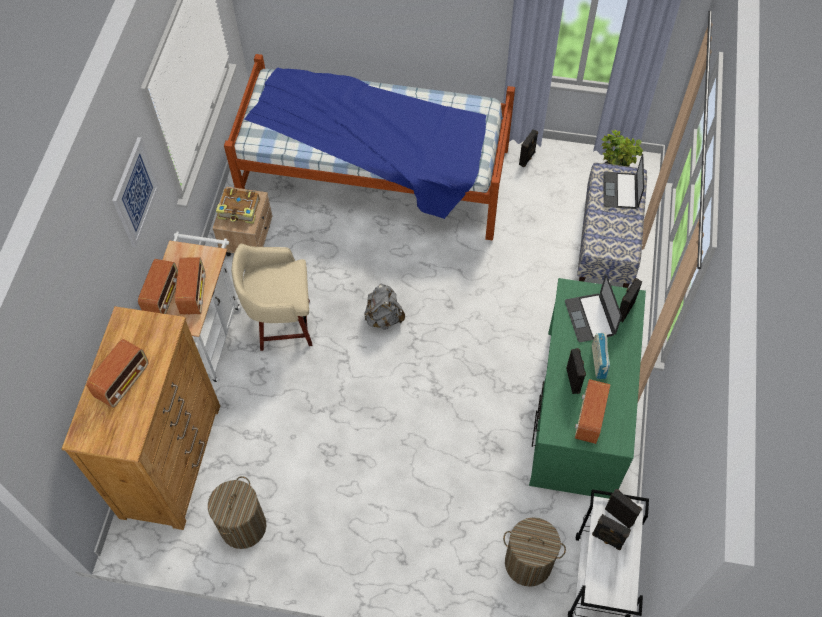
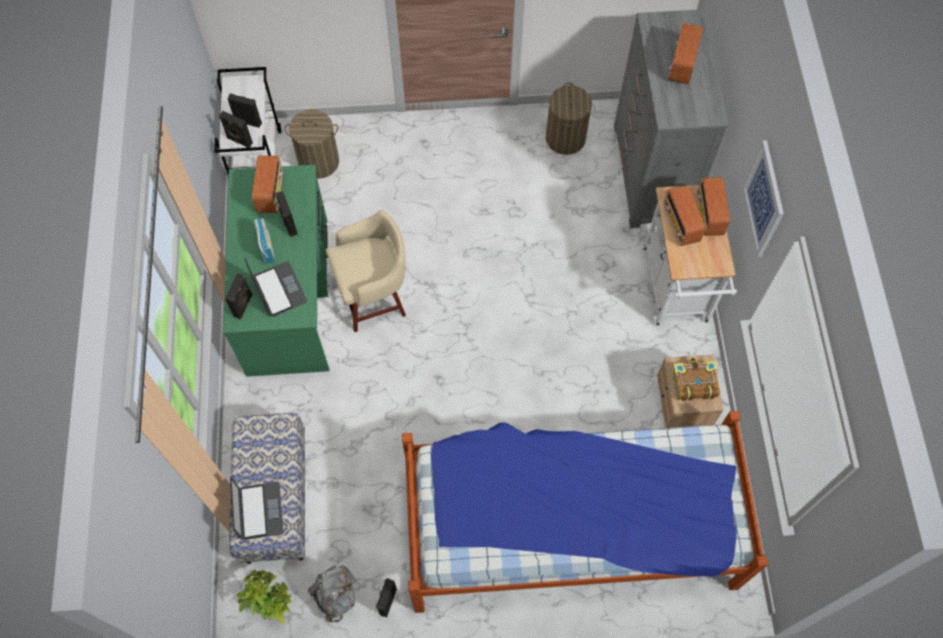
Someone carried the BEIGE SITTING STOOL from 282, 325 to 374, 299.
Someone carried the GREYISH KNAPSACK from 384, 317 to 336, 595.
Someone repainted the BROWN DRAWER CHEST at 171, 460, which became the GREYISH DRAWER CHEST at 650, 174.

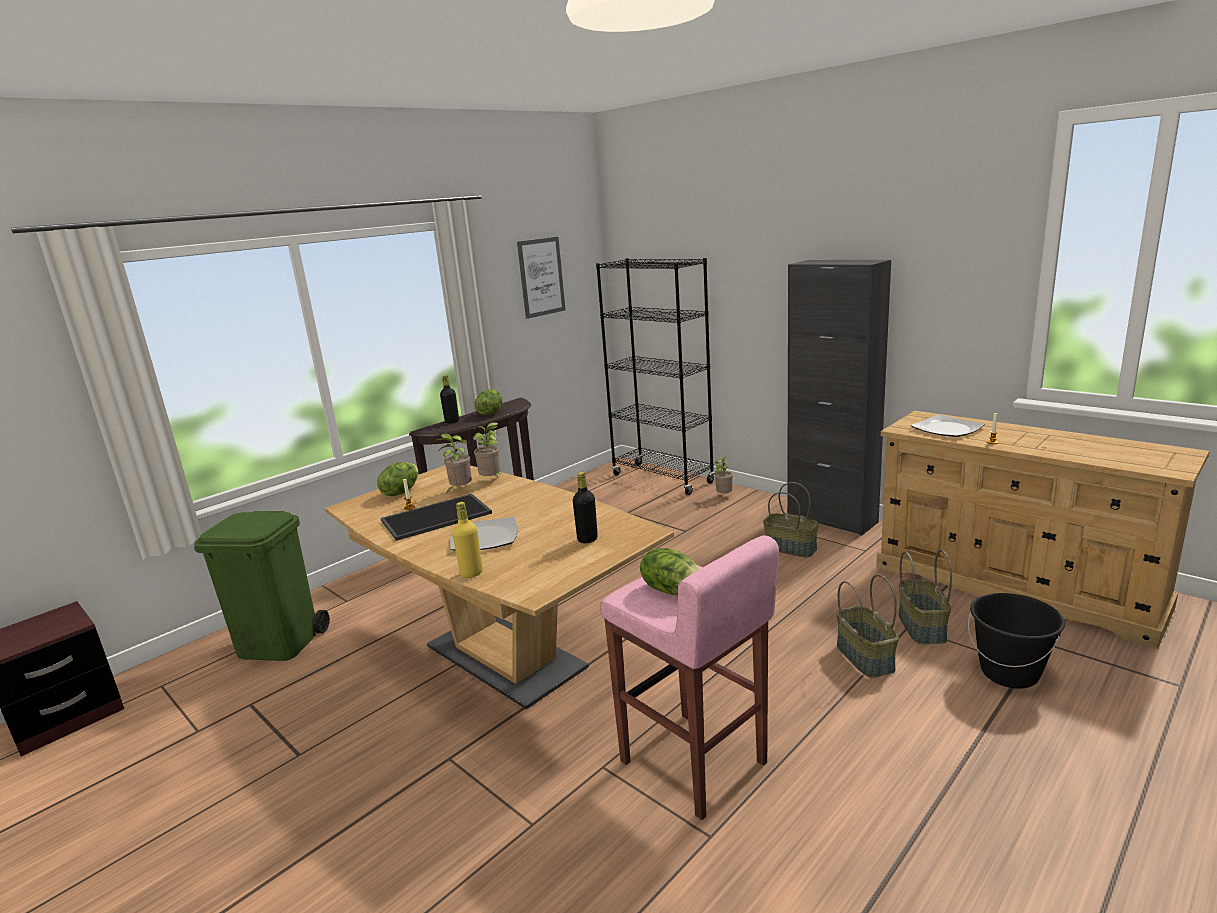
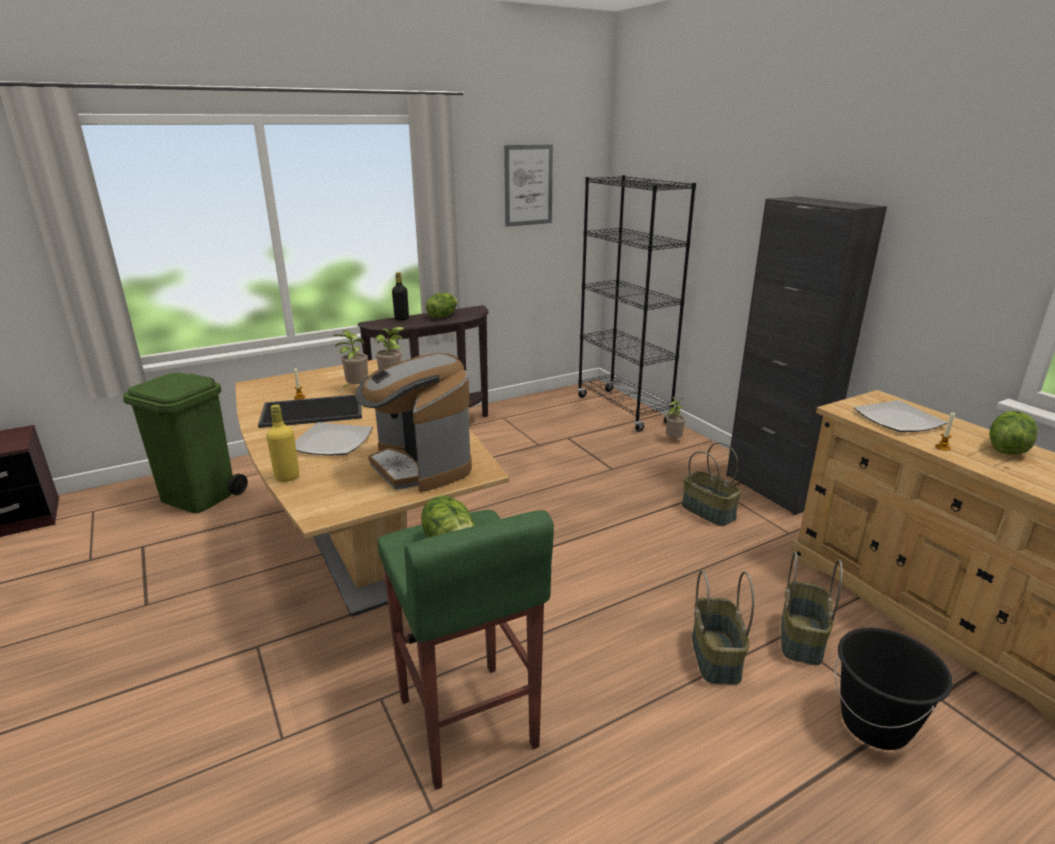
Someone carried the LETTUCE HEAD from 401, 491 to 1006, 448.
Someone swapped the BLACK BEVERAGE BOTTLE at 587, 539 for the COFFEE MAKER at 420, 466.
Someone repainted the PINK-COLOURED SITTING STOOL at 693, 764, which became the GREEN-COLOURED SITTING STOOL at 466, 724.

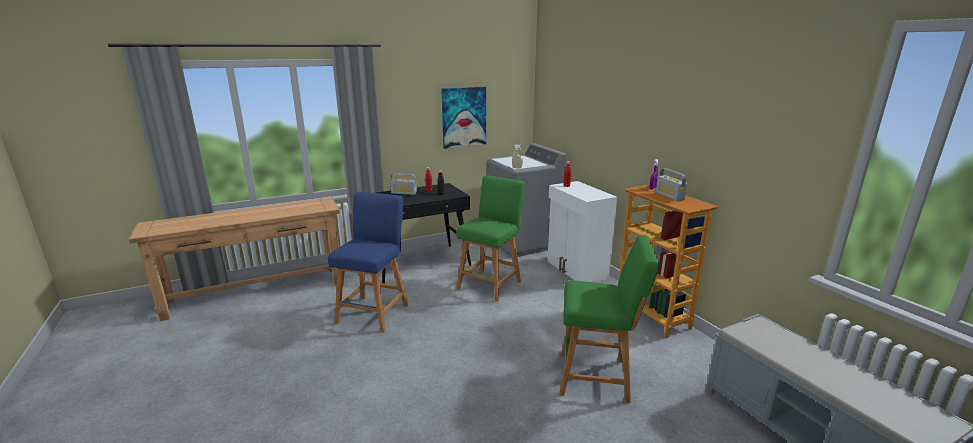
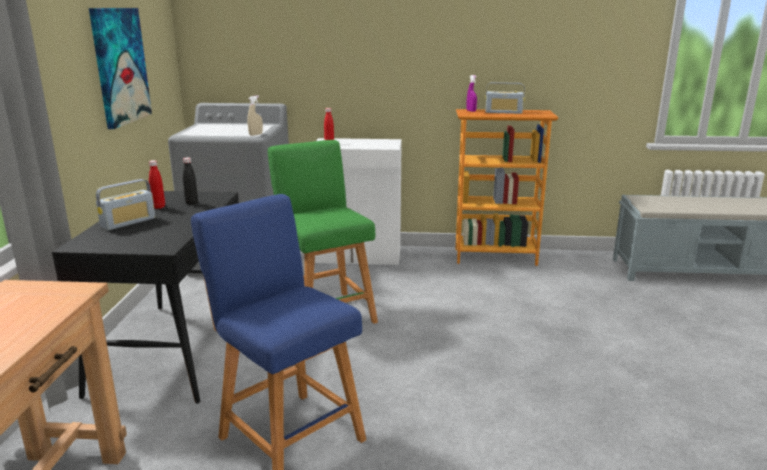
Someone took away the GREEN-COLOURED SITTING STOOL at 598, 377.

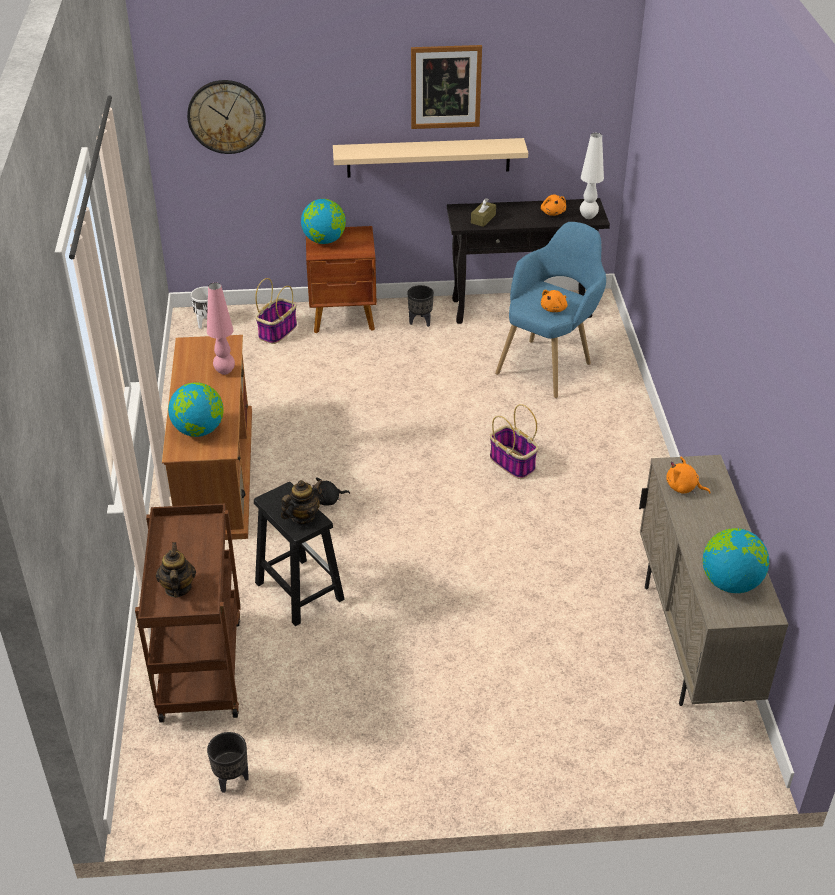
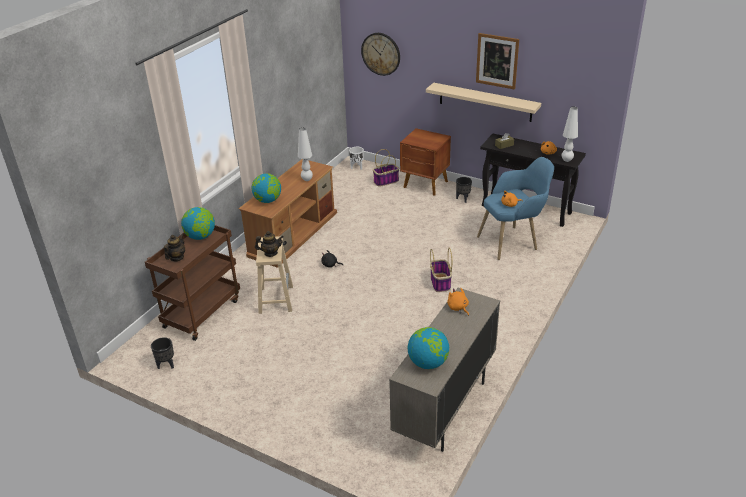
Someone carried the DESK GLOBE from 324, 240 to 200, 237.
Someone repainted the PINK-COLOURED TABLETOP LAMP at 224, 371, which became the WHITE TABLETOP LAMP at 307, 179.
Someone repainted the BLACK SITTING STOOL at 298, 590, which became the BEIGE SITTING STOOL at 276, 299.

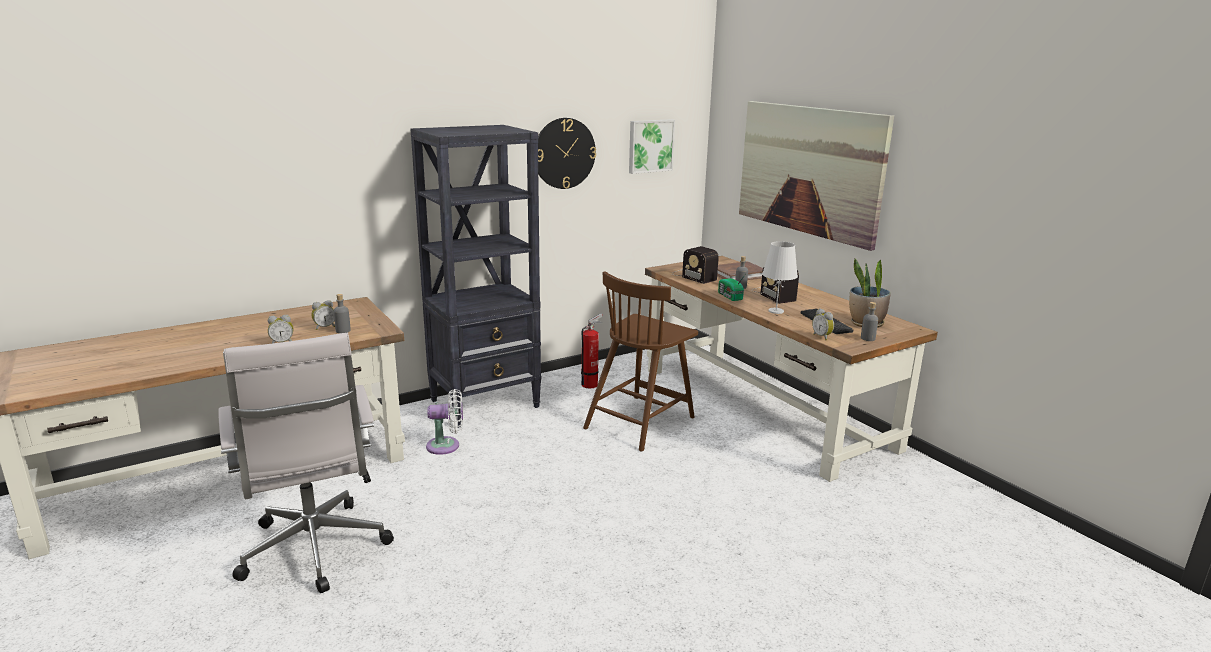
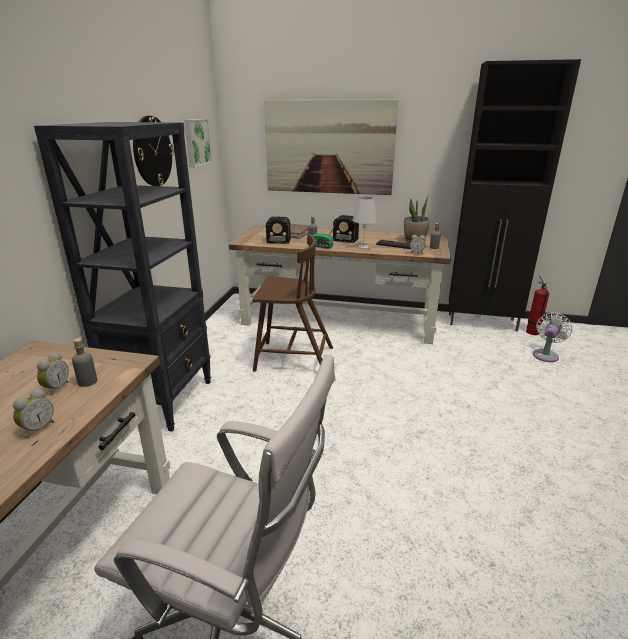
Someone put down the BLACK STORAGE CABINET at 483, 322.
Someone carried the WHITE ELECTRIC FAN from 447, 446 to 546, 355.
Someone carried the EXTINGUISHER from 591, 384 to 532, 331.
Someone rotated the BROWN CHAIR at 640, 422 by 75 degrees counterclockwise.

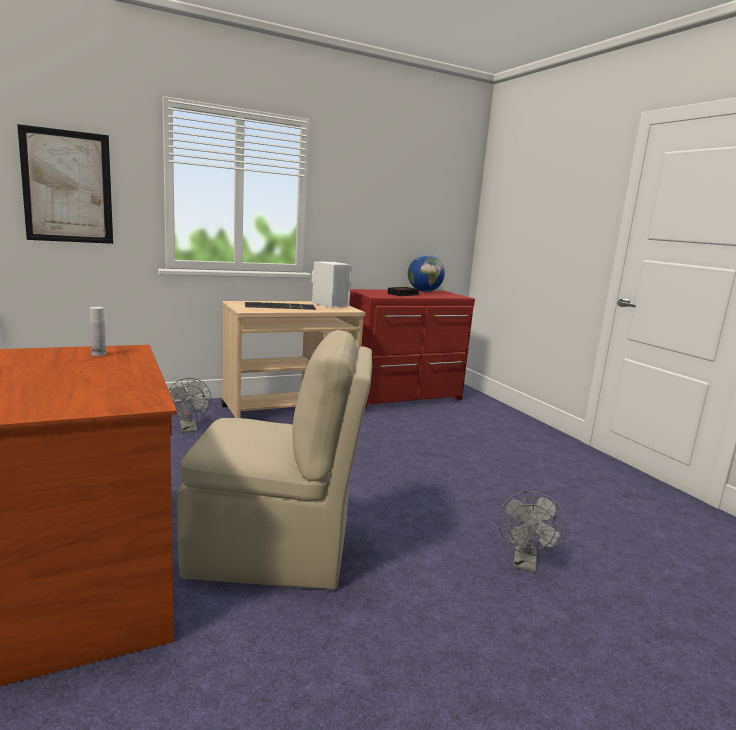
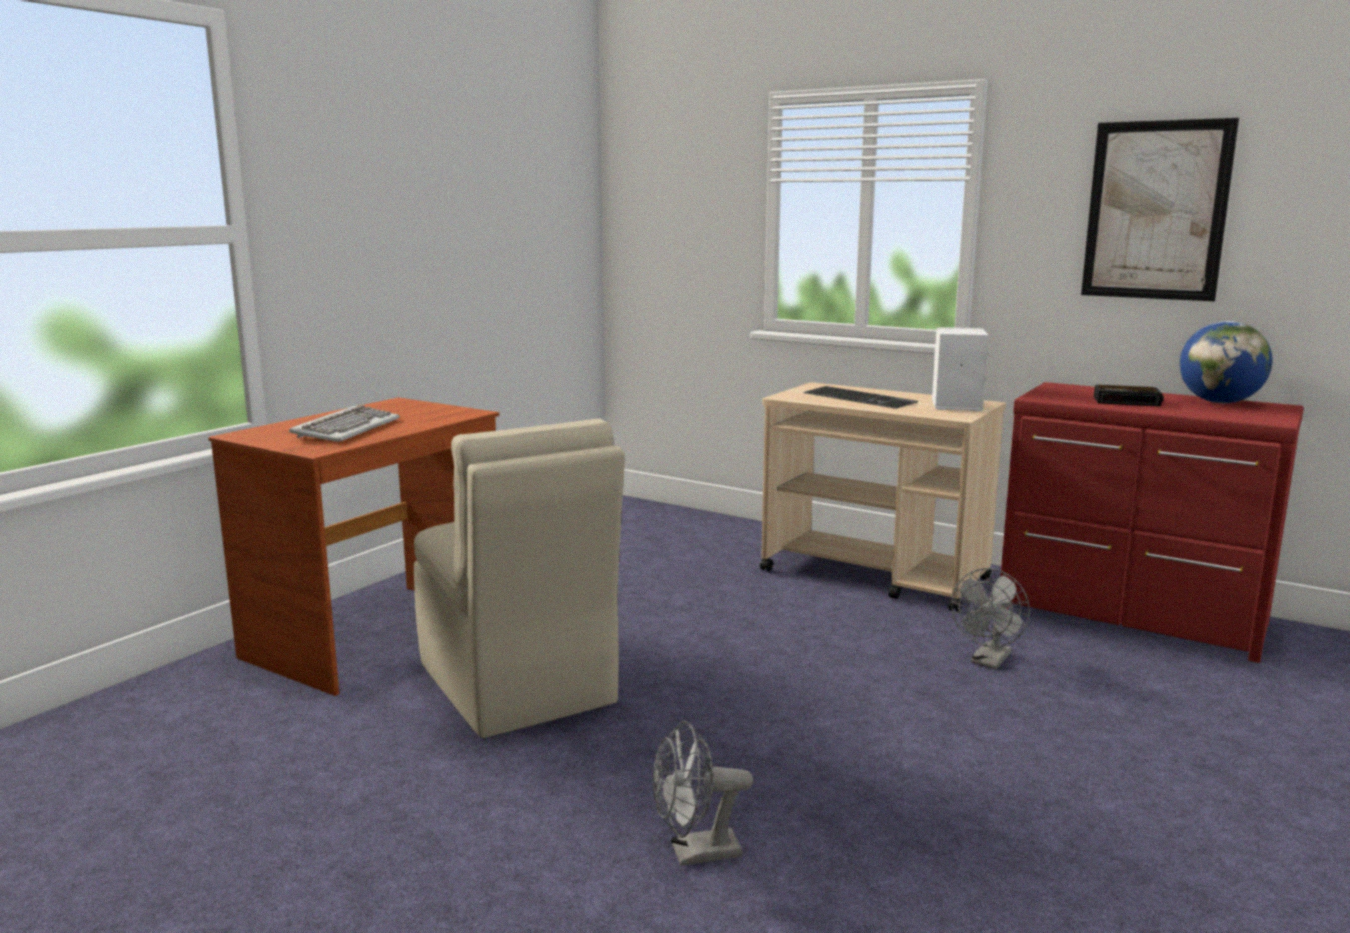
Someone took away the WHITE BEVERAGE BOTTLE at 99, 354.
Someone put down the KEYBOARD at 346, 429.
Someone carried the PICTURE from 68, 187 to 1156, 211.
Someone carried the GREYISH ELECTRIC FAN from 189, 429 to 989, 661.

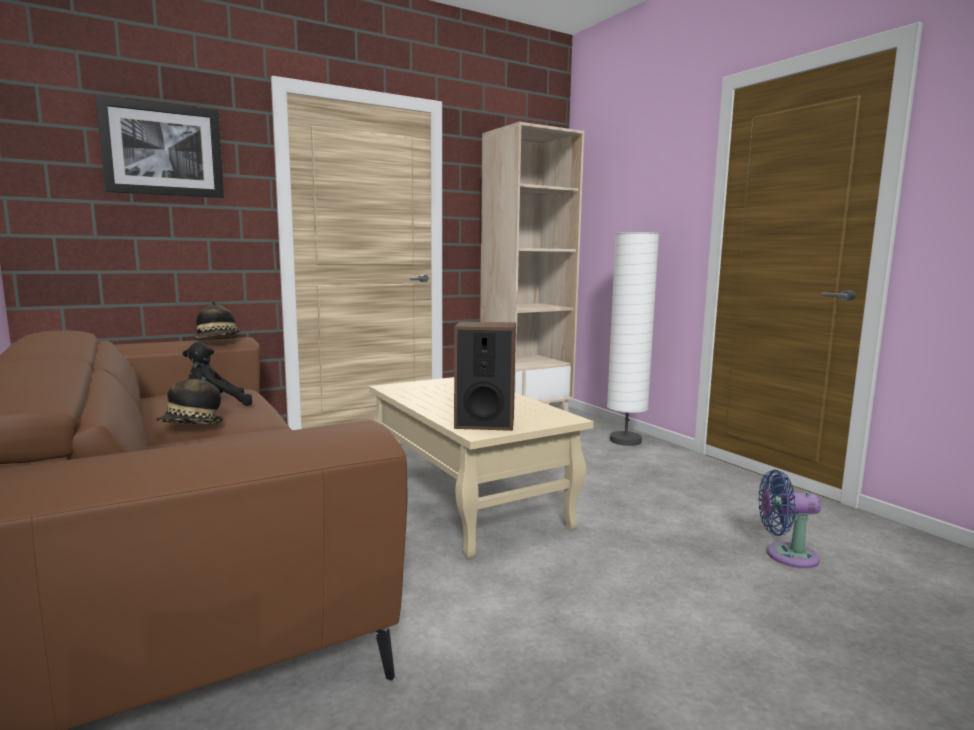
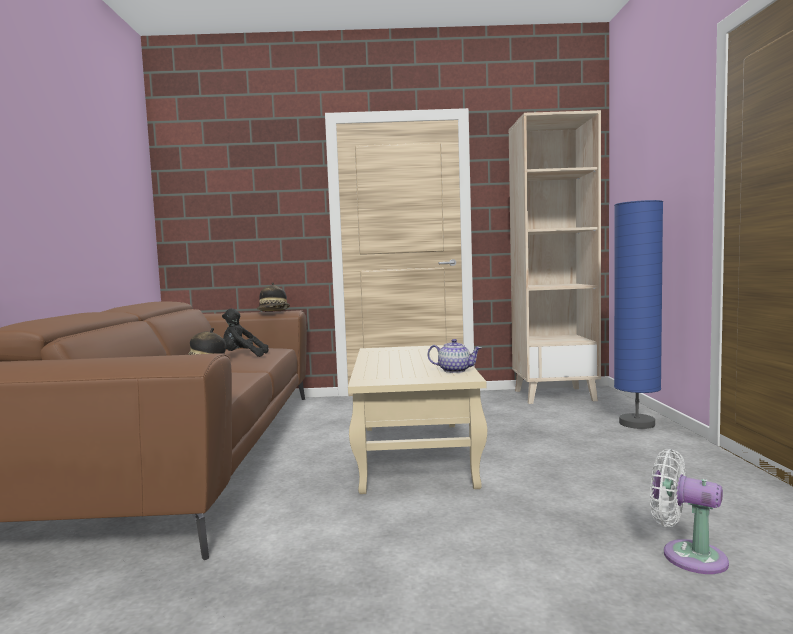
Someone took away the PICTURE at 163, 150.
Someone took away the LOUDSPEAKER at 484, 423.
Someone put down the TEAPOT at 455, 370.
Someone repainted the WHITE STANDARD LAMP at 625, 441, which became the BLUISH STANDARD LAMP at 637, 424.
Someone repainted the BLUISH ELECTRIC FAN at 786, 555, which became the WHITE ELECTRIC FAN at 687, 555.

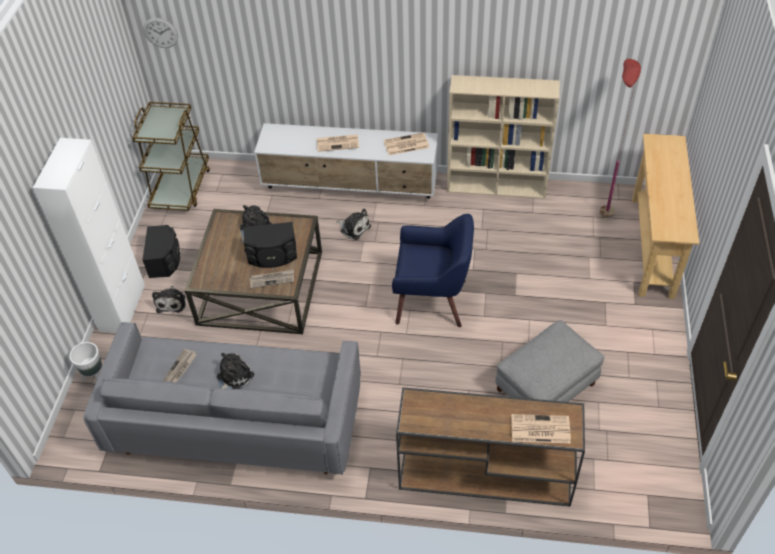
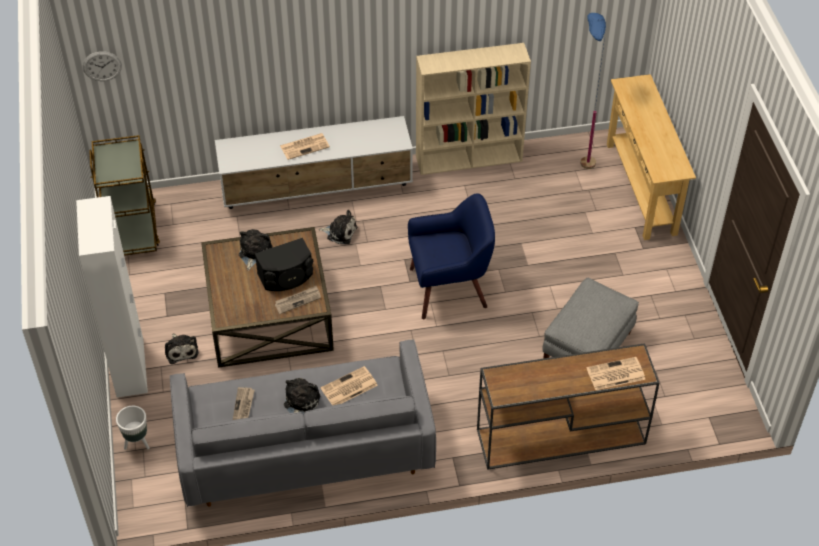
Someone took away the BLACK LOUDSPEAKER at 165, 260.
Someone carried the NEWSPAPER from 405, 145 to 348, 387.
Someone repainted the REDDISH STANDARD LAMP at 604, 206, which became the BLUISH STANDARD LAMP at 582, 157.

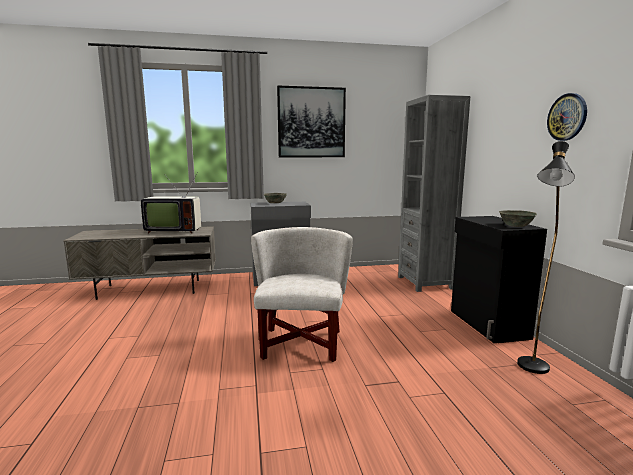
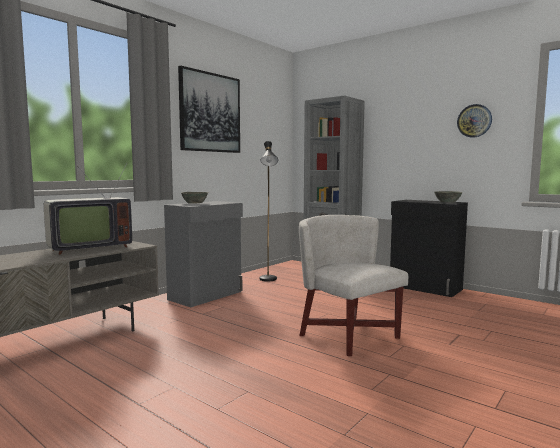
Someone carried the BLACK STANDARD LAMP from 532, 371 to 268, 280.

